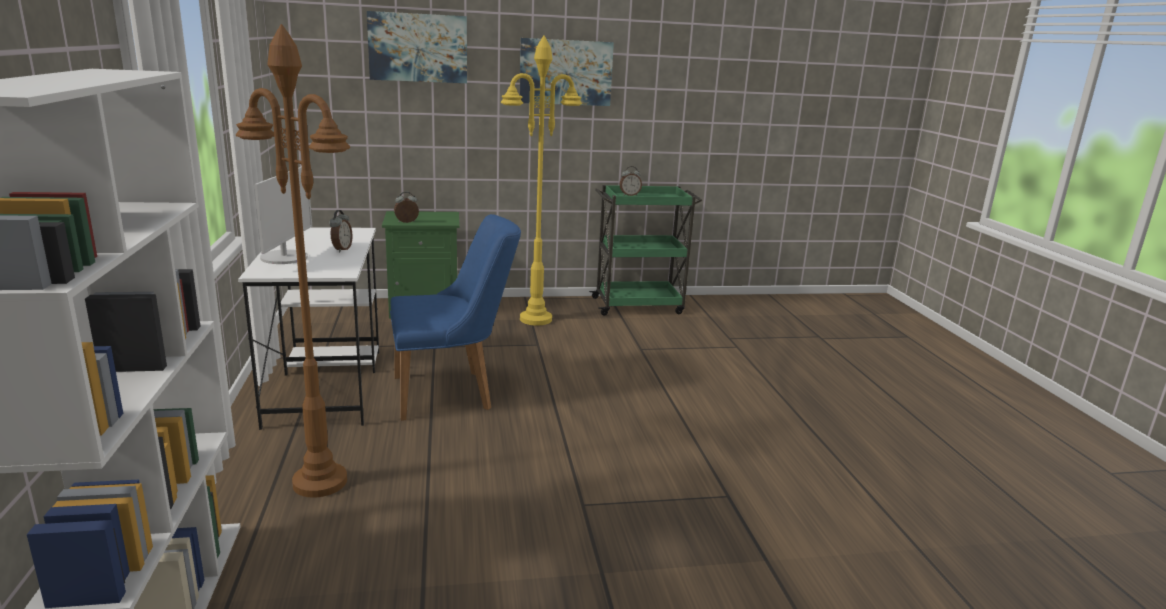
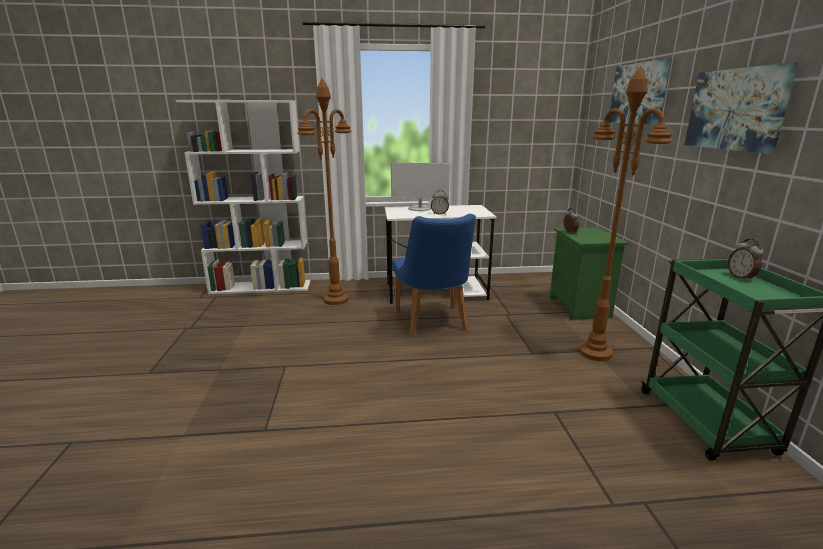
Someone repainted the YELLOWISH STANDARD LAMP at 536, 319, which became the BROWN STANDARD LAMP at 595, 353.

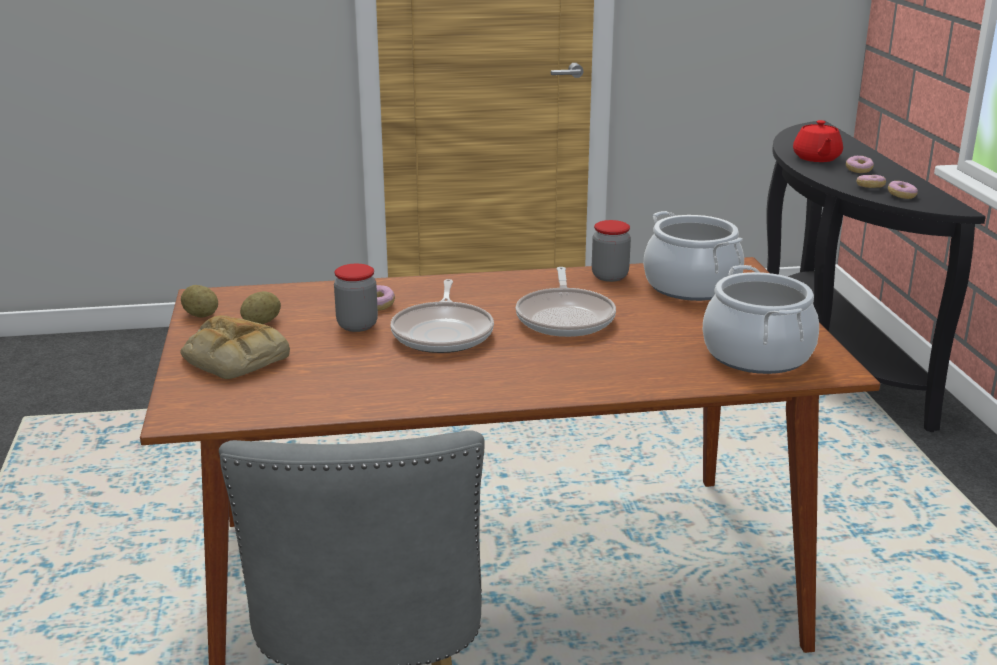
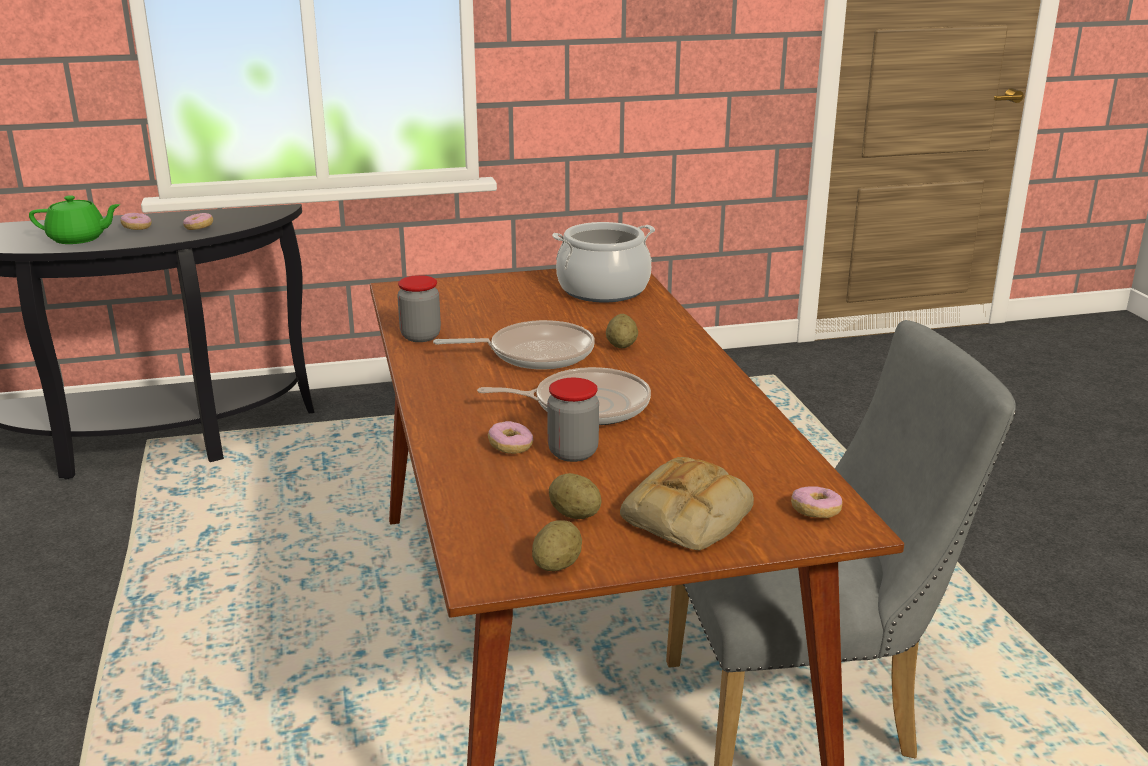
Someone took away the SAUCEPOT at 691, 286.
Someone put down the SPUD at 621, 346.
Someone carried the RING DOUGHNUT from 901, 196 to 815, 512.
Someone repainted the REDDISH TEAPOT at 816, 158, which became the GREEN-COLOURED TEAPOT at 78, 239.

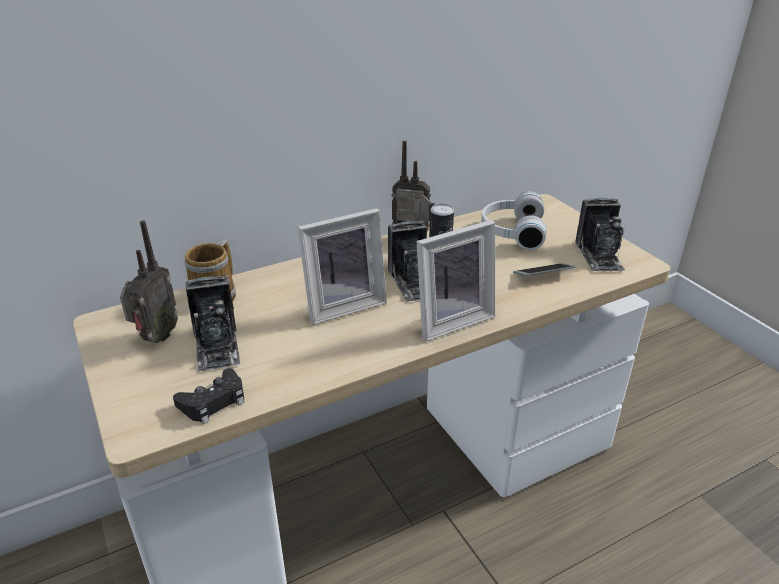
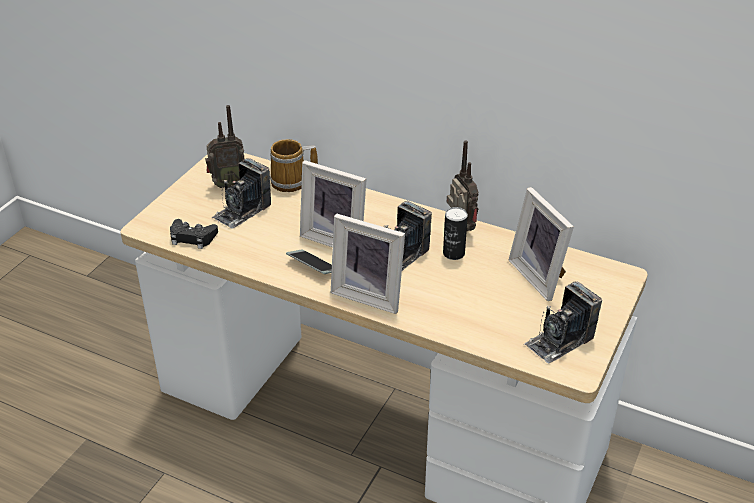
Someone carried the PHONE from 543, 275 to 313, 266.
Someone swapped the WHITE PAIR OF HEADPHONES at 511, 232 for the PHOTO FRAME at 540, 276.

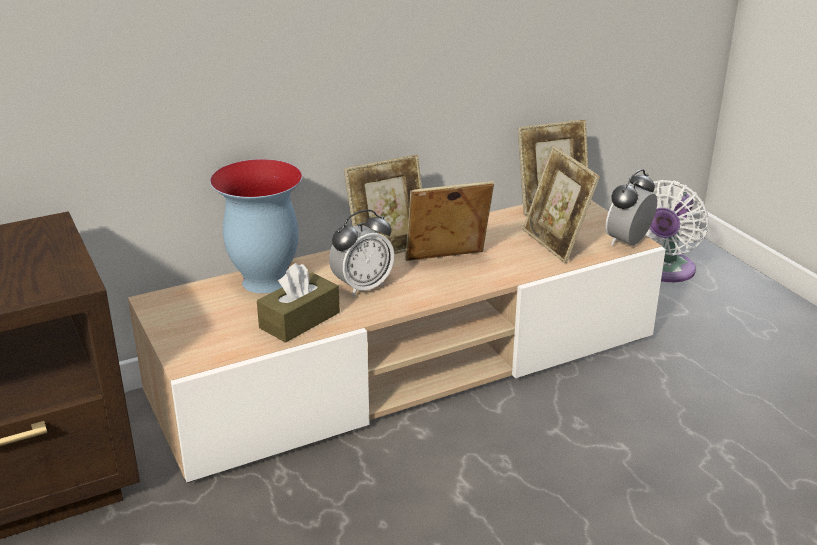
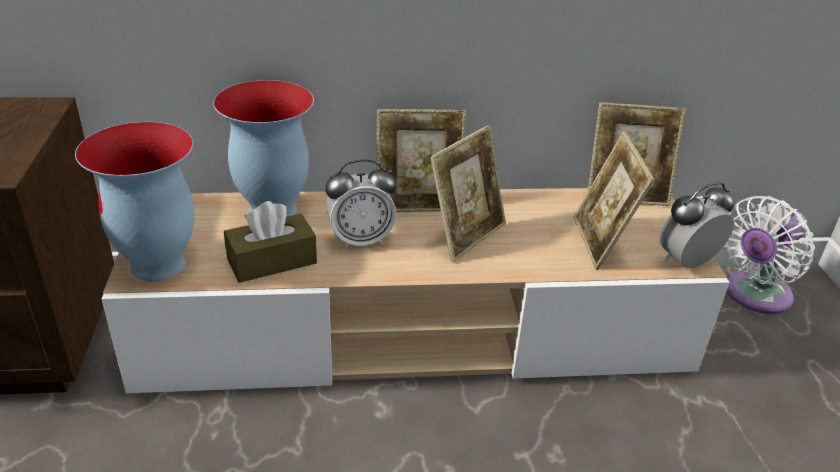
Someone put down the DECORATIVE VASE at 159, 266.
Someone rotated the PHOTO FRAME at 447, 263 by 120 degrees clockwise.

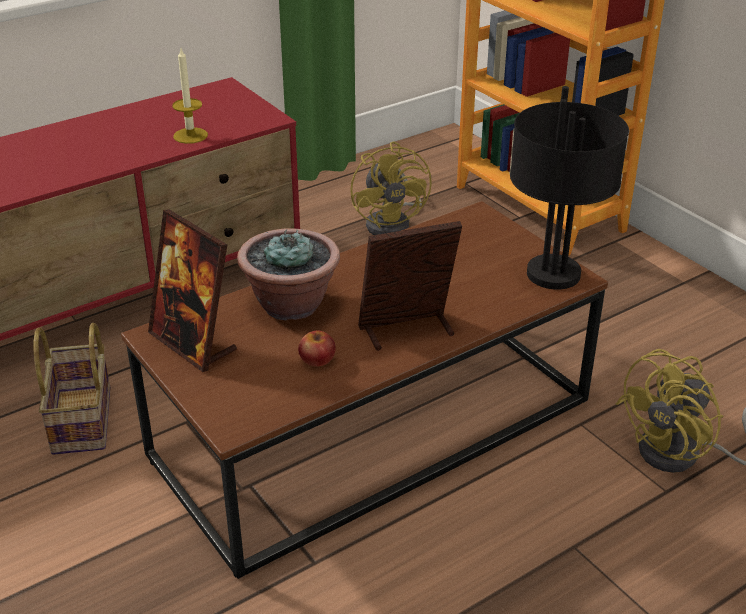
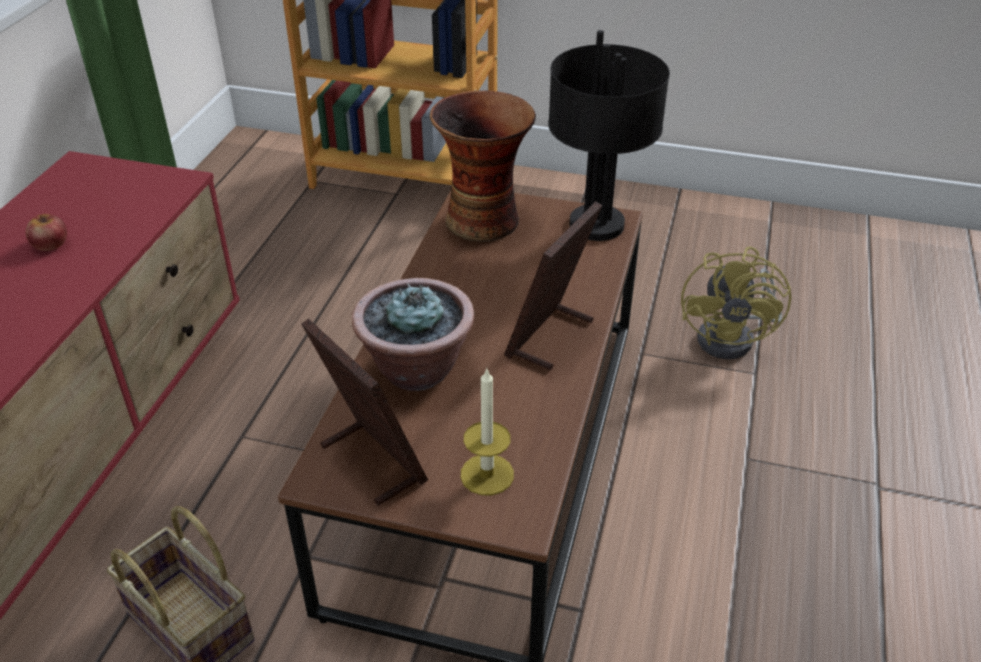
Someone took away the YELLOWISH ELECTRIC FAN at 393, 223.
Someone put down the DECORATIVE VASE at 483, 220.
Someone carried the WAX LIGHT from 190, 135 to 487, 474.
Someone carried the WHOLE APPLE from 317, 359 to 50, 243.
Someone rotated the PHOTO FRAME at 193, 343 by 135 degrees counterclockwise.

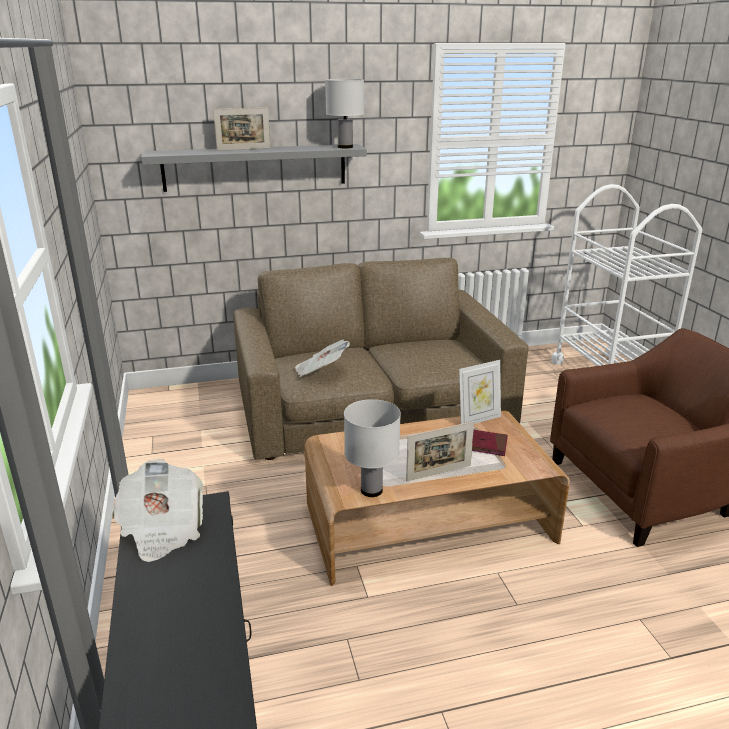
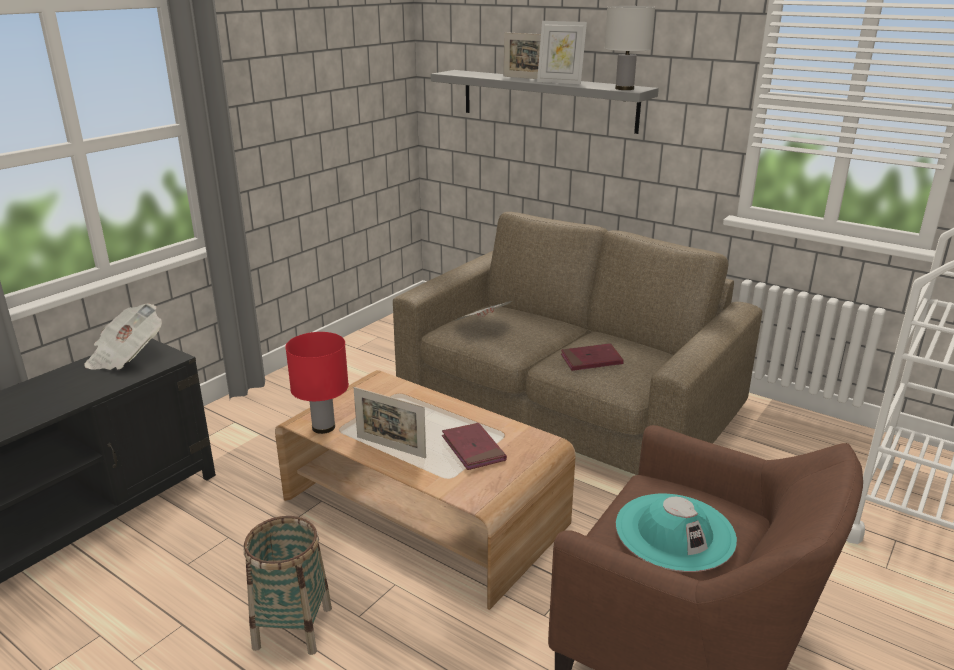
Someone put down the STORAGE BASKET at 292, 627.
Someone put down the REDDISH BOUND BOOK at 591, 360.
Someone put down the TURQUOISE WEARABLE HAT at 675, 532.
Someone carried the PHOTO FRAME from 478, 419 to 560, 82.
Someone repainted the WHITE TABLETOP LAMP at 372, 490, which became the REDDISH TABLETOP LAMP at 324, 427.

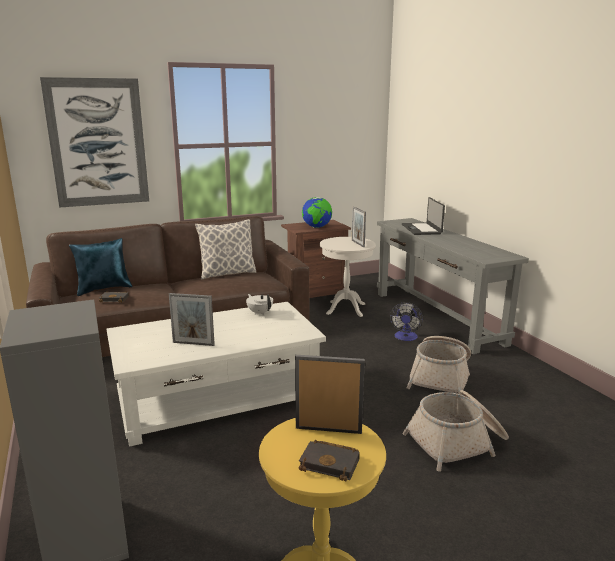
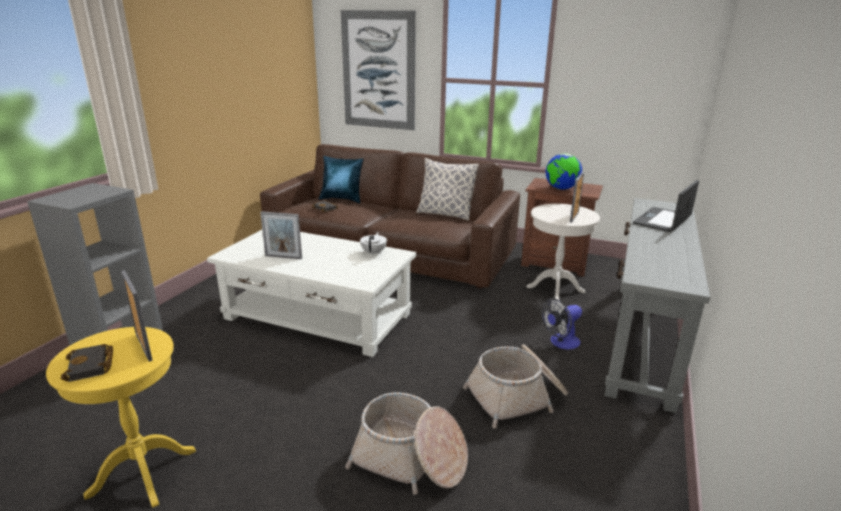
Someone rotated the PHOTO FRAME at 193, 343 by 45 degrees counterclockwise.

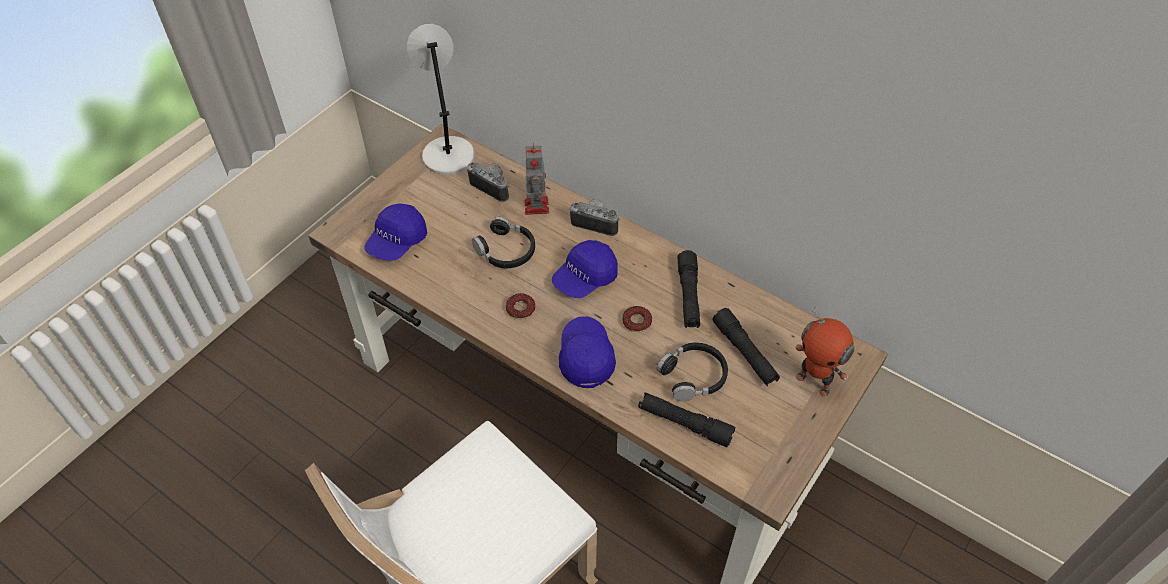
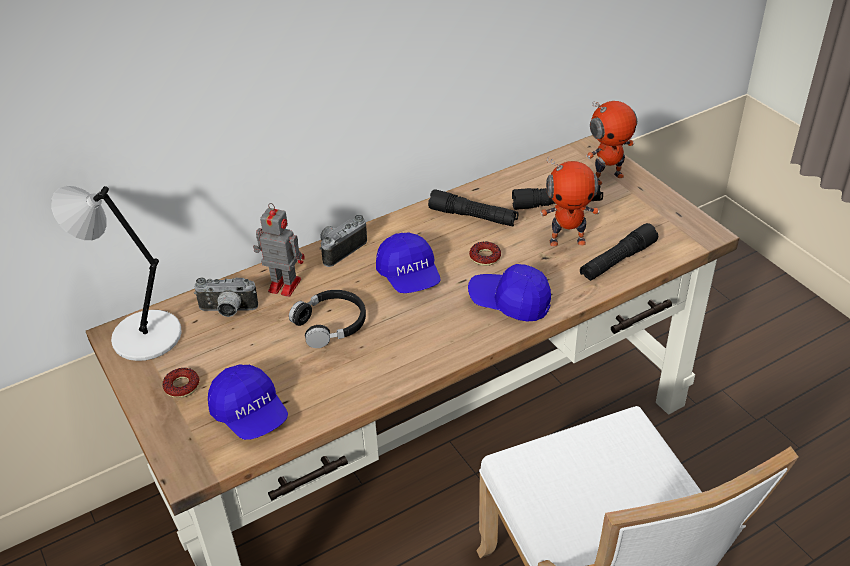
Someone carried the RING DOUGHNUT from 520, 309 to 182, 386.
Someone swapped the BLACK PAIR OF HEADPHONES at 693, 376 for the TOY ROBOT at 567, 240.
Someone rotated the STILL CAMERA at 492, 187 by 150 degrees counterclockwise.

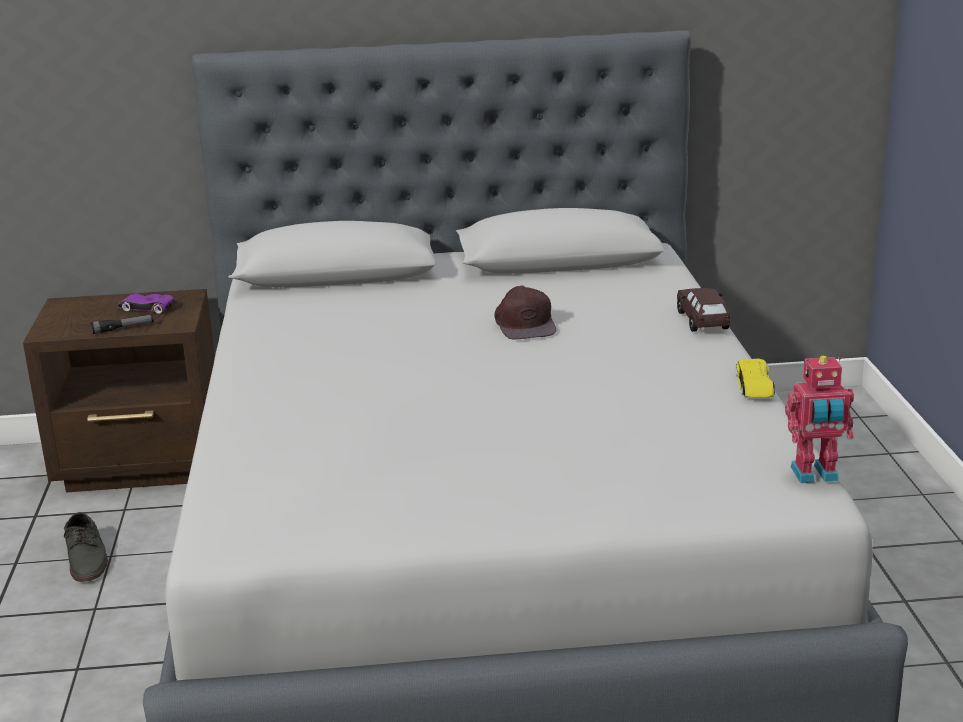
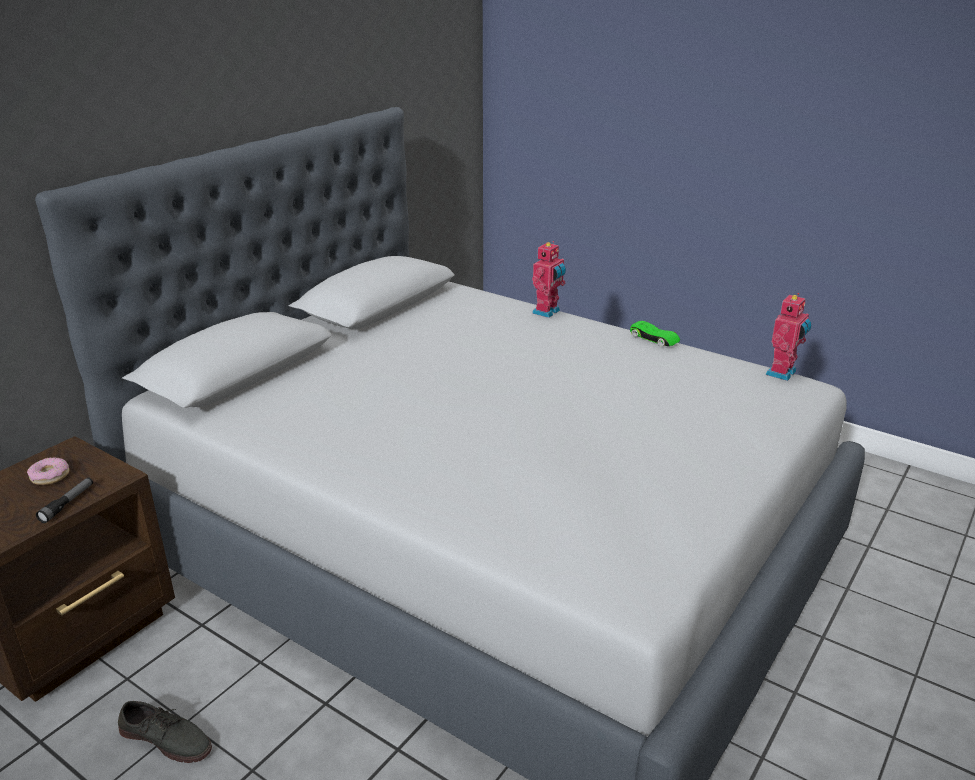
Someone took away the BROWN CAP at 525, 324.
Someone swapped the PURPLE MINIATURE CAR at 146, 308 for the RING DOUGHNUT at 50, 476.
Someone swapped the BROWN MINIATURE CAR at 703, 321 for the TOY ROBOT at 547, 312.
Someone repainted the YELLOWISH MINIATURE CAR at 754, 386, which became the GREEN-COLOURED MINIATURE CAR at 654, 338.

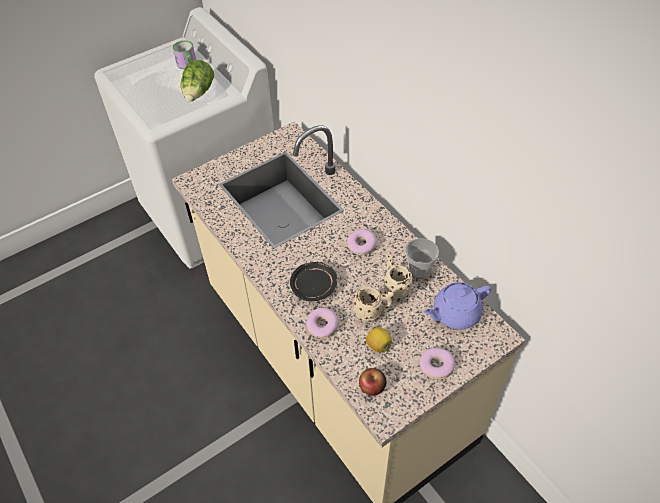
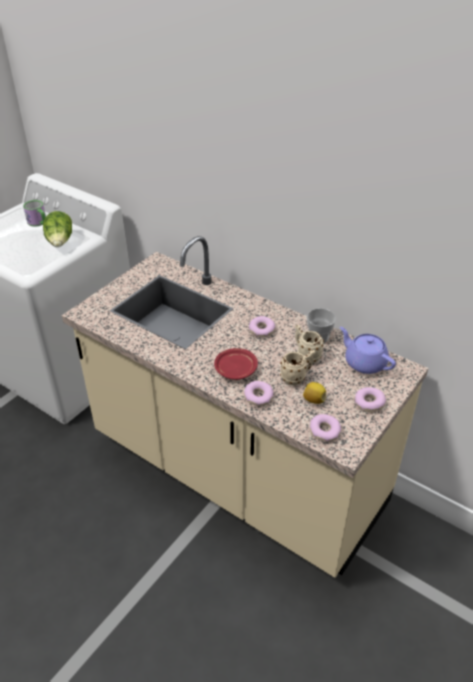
Someone swapped the WHOLE APPLE at 372, 387 for the RING DOUGHNUT at 324, 431.
Someone repainted the BLACK DINNER PLATE at 314, 286, which became the REDDISH DINNER PLATE at 236, 369.
Someone rotated the PURPLE TEAPOT at 454, 314 by 90 degrees clockwise.

